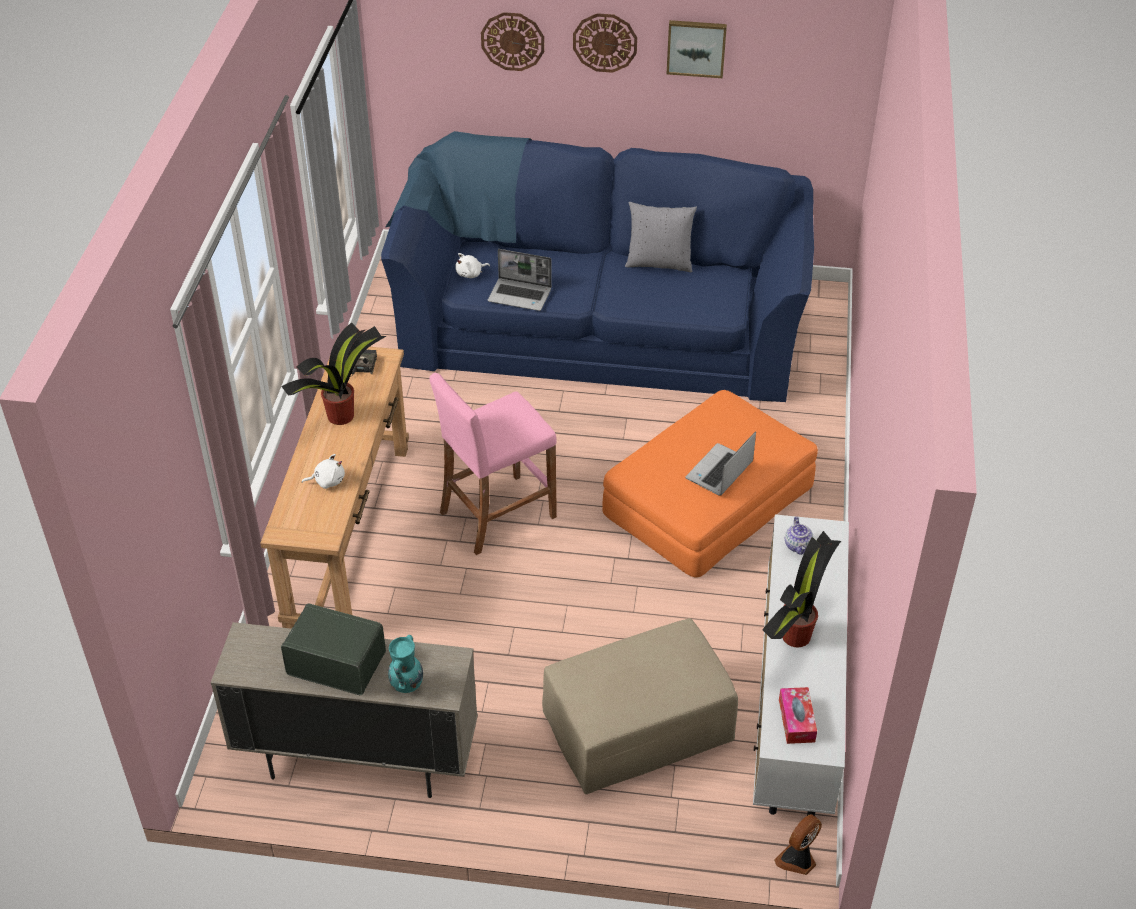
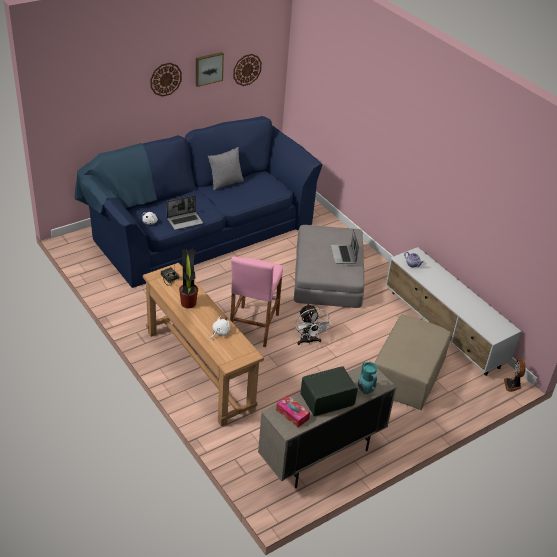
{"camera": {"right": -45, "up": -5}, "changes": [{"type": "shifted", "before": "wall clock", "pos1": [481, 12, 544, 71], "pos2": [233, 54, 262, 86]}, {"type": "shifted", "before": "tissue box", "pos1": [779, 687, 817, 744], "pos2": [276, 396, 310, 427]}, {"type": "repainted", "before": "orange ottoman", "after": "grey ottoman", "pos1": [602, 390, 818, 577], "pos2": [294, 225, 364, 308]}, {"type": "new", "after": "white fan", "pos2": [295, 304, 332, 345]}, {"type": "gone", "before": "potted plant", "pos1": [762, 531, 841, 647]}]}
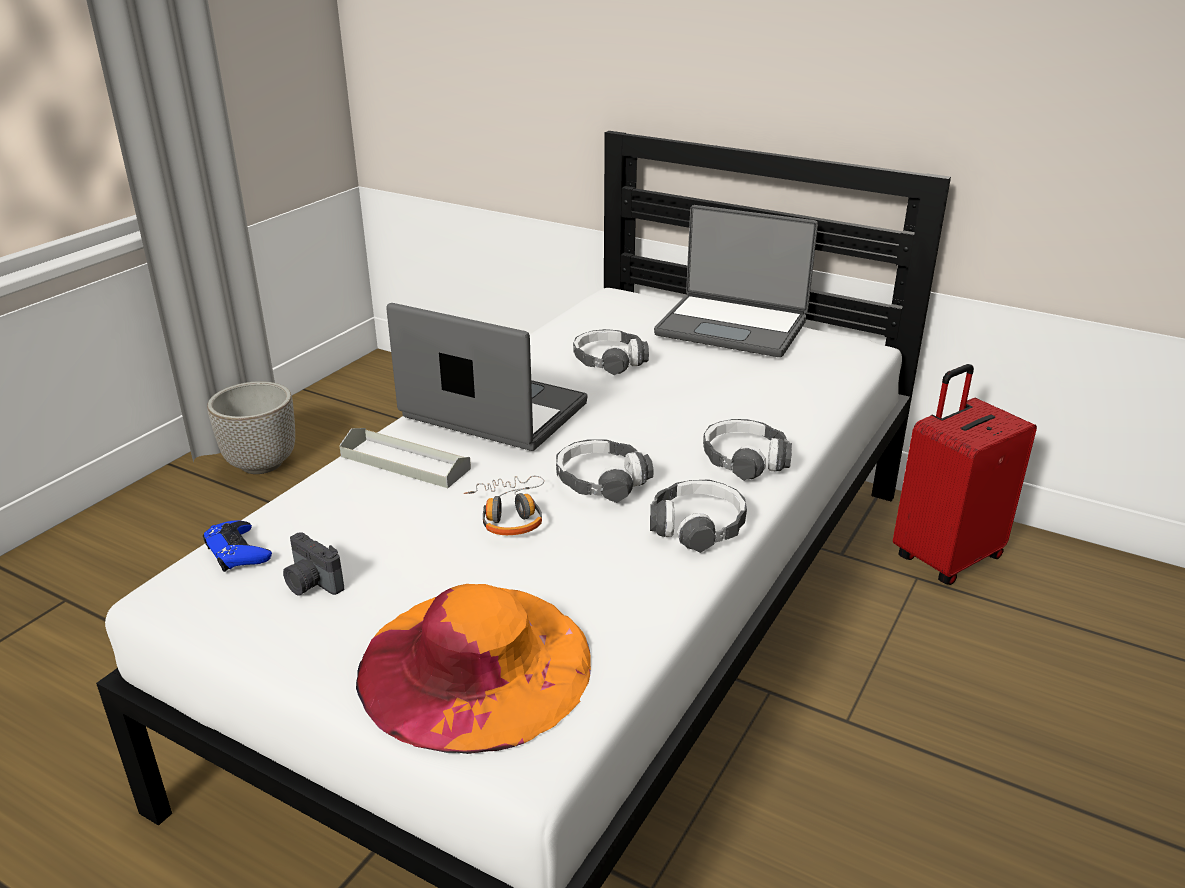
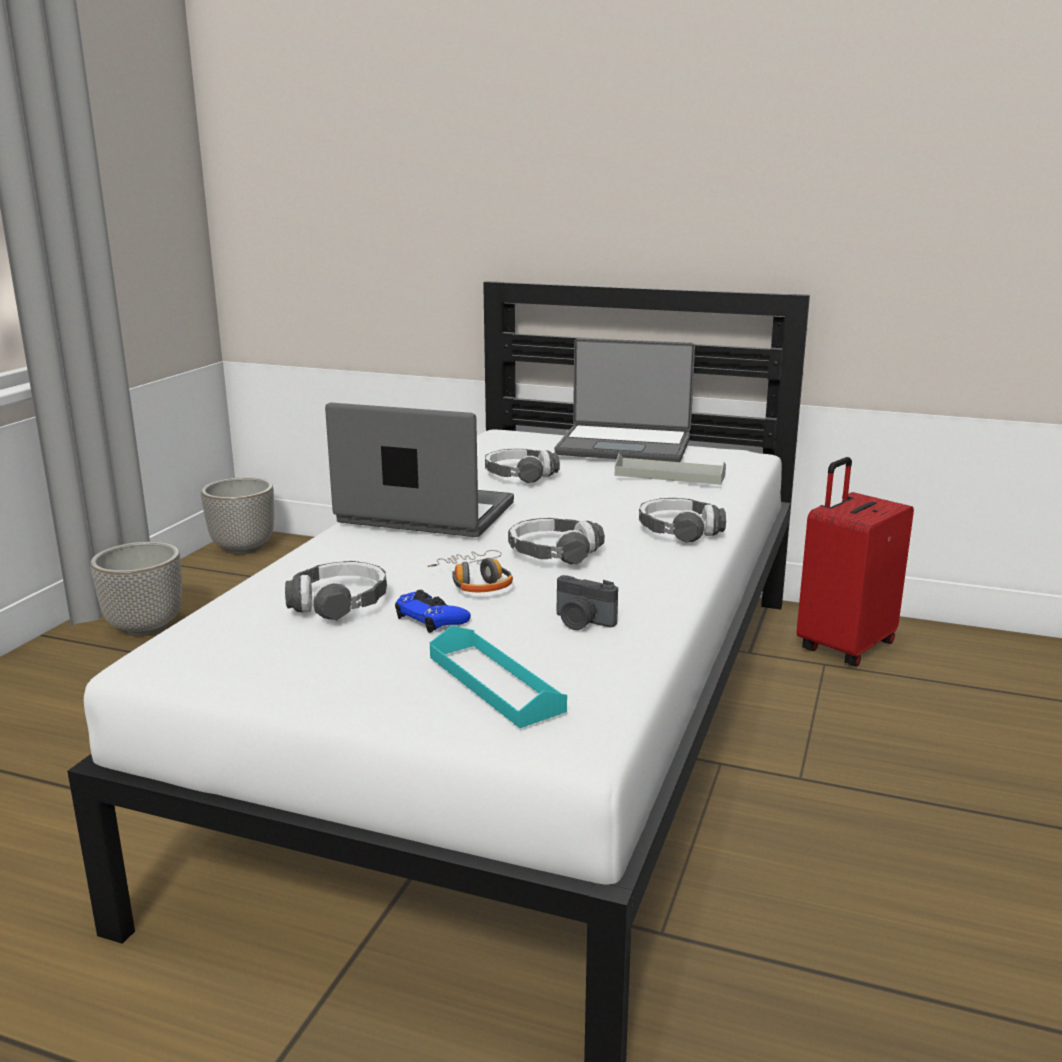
{"camera": {"right": -10, "up": -10}, "changes": [{"type": "new", "after": "planter", "pos2": [201, 477, 274, 555]}, {"type": "shifted", "before": "headphones", "pos1": [650, 479, 747, 553], "pos2": [285, 561, 387, 621]}, {"type": "shifted", "before": "blue game controller", "pos1": [203, 521, 272, 572], "pos2": [395, 589, 471, 633]}, {"type": "swapped", "before": "orange hat", "after": "turquoise tray", "pos1": [356, 584, 591, 754], "pos2": [430, 626, 567, 728]}, {"type": "shifted", "before": "photo camera", "pos1": [283, 532, 344, 595], "pos2": [557, 575, 618, 630]}, {"type": "shifted", "before": "grey tray", "pos1": [339, 428, 471, 488], "pos2": [615, 453, 726, 485]}]}
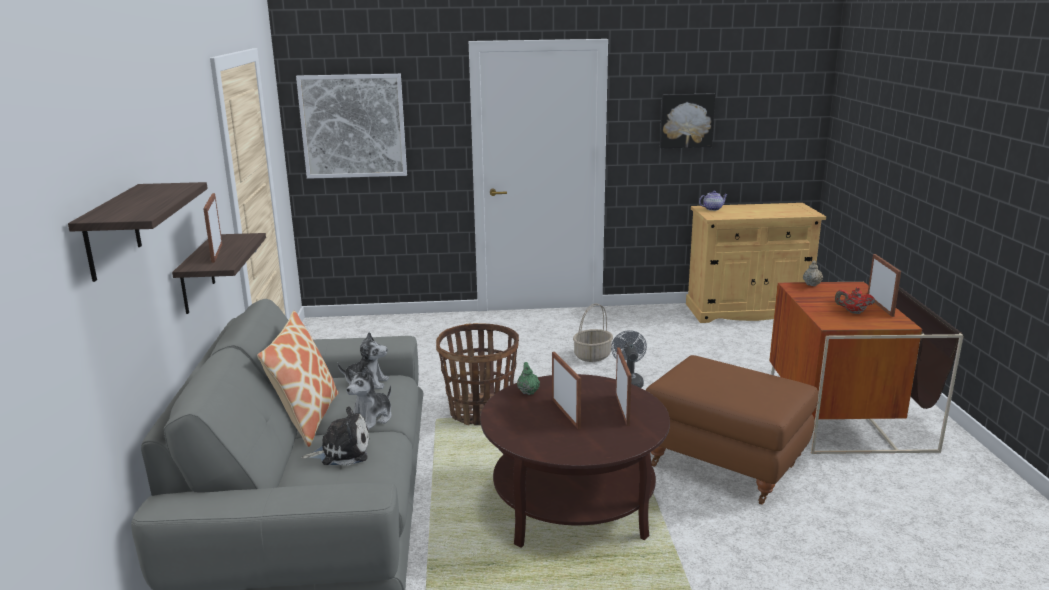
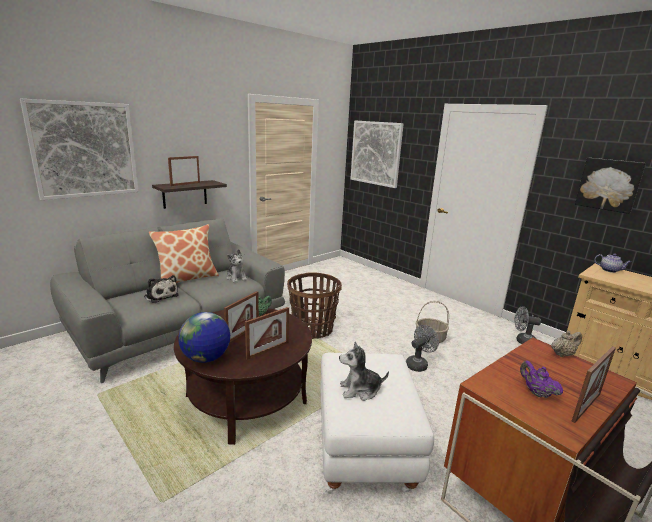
{"camera": {"right": 50, "up": 0}, "changes": [{"type": "swapped", "before": "shelf", "after": "picture", "pos1": [68, 182, 208, 282], "pos2": [20, 99, 138, 200]}, {"type": "new", "after": "globe", "pos2": [178, 312, 230, 363]}, {"type": "repainted", "before": "brown ottoman", "after": "white ottoman", "pos1": [646, 355, 818, 505], "pos2": [320, 353, 434, 494]}, {"type": "shifted", "before": "plush toy", "pos1": [346, 367, 392, 430], "pos2": [339, 342, 389, 401]}, {"type": "new", "after": "grey fan", "pos2": [514, 306, 541, 344]}, {"type": "repainted", "before": "red teapot", "after": "purple teapot", "pos1": [835, 287, 875, 314], "pos2": [520, 360, 563, 398]}]}
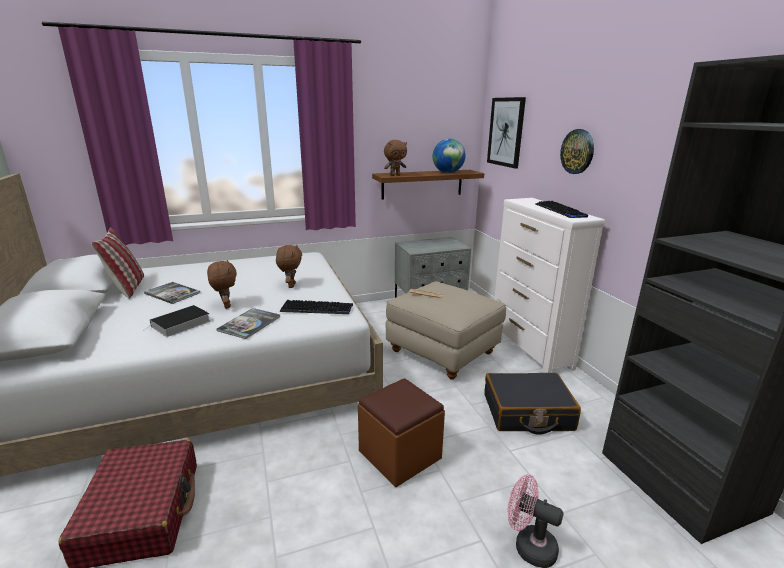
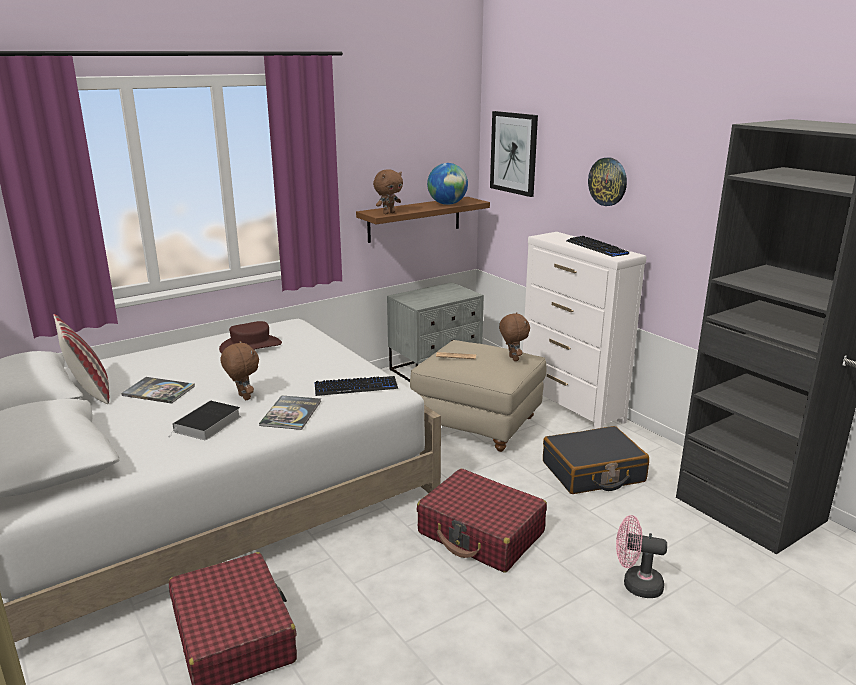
{"camera": {"right": -15, "up": 0}, "changes": [{"type": "new", "after": "brown hat", "pos2": [219, 321, 282, 353]}, {"type": "swapped", "before": "brown ottoman", "after": "red suitcase", "pos1": [358, 378, 445, 487], "pos2": [417, 469, 547, 573]}, {"type": "shifted", "before": "brown plush toy", "pos1": [276, 245, 302, 288], "pos2": [499, 312, 530, 361]}]}
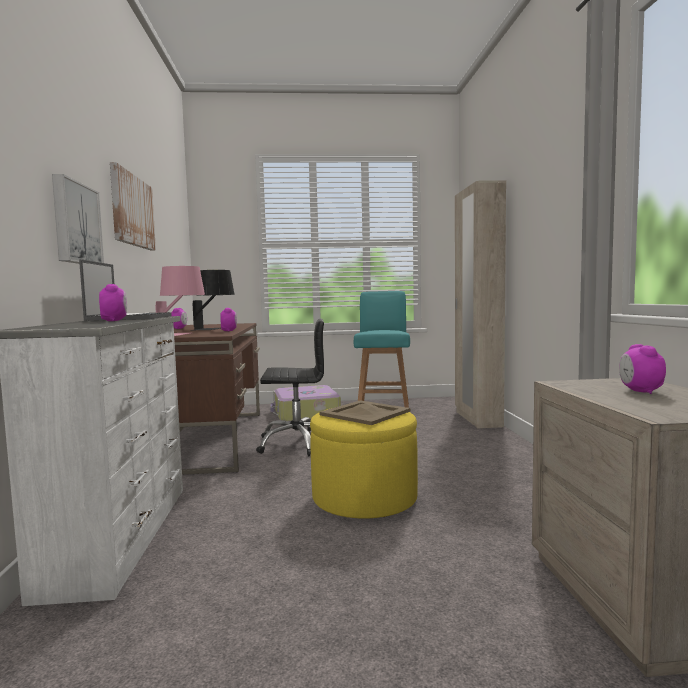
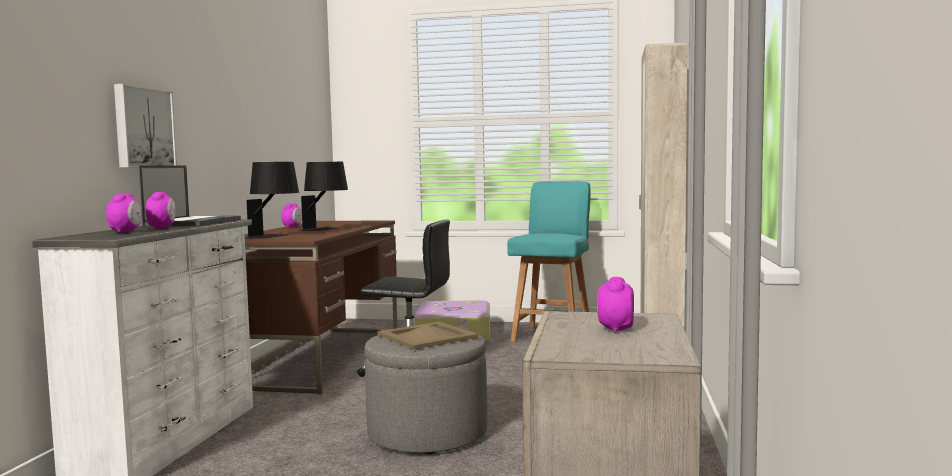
{"camera": {"right": 15, "up": 0}, "changes": [{"type": "shifted", "before": "alarm clock", "pos1": [220, 308, 237, 331], "pos2": [106, 193, 141, 233]}, {"type": "repainted", "before": "pink table lamp", "after": "black table lamp", "pos1": [155, 266, 205, 336], "pos2": [245, 162, 299, 239]}, {"type": "repainted", "before": "yellow ottoman", "after": "grey ottoman", "pos1": [310, 408, 418, 519], "pos2": [364, 334, 487, 454]}, {"type": "gone", "before": "picture", "pos1": [110, 162, 156, 250]}]}
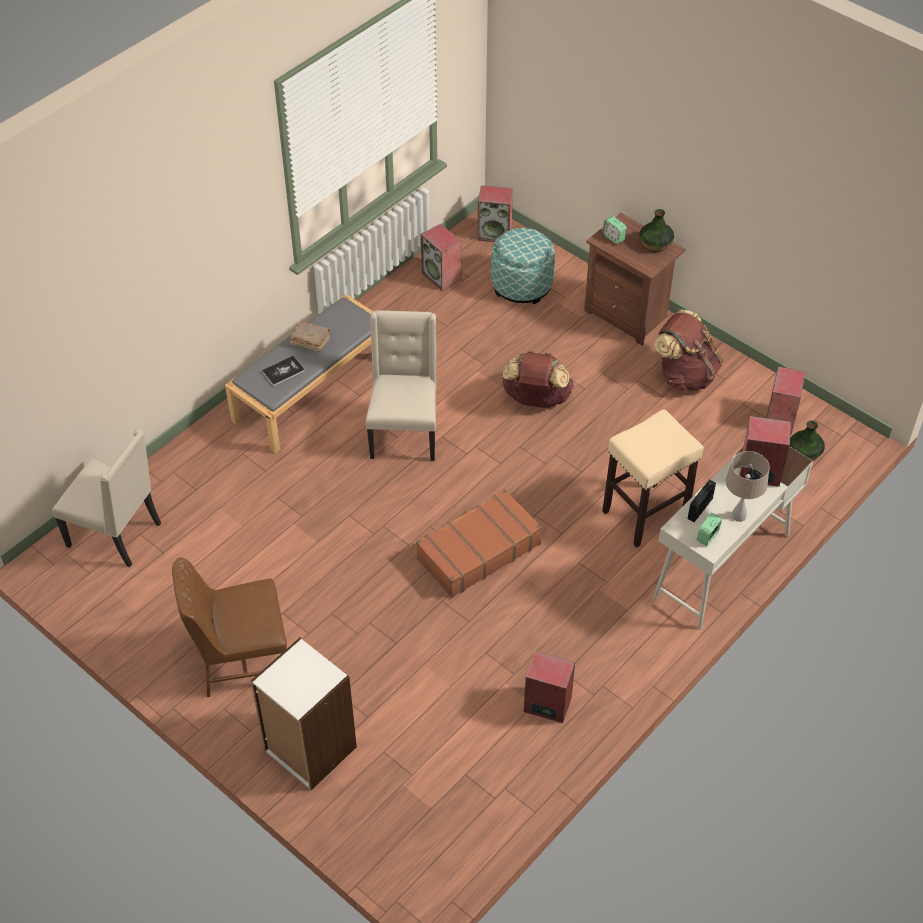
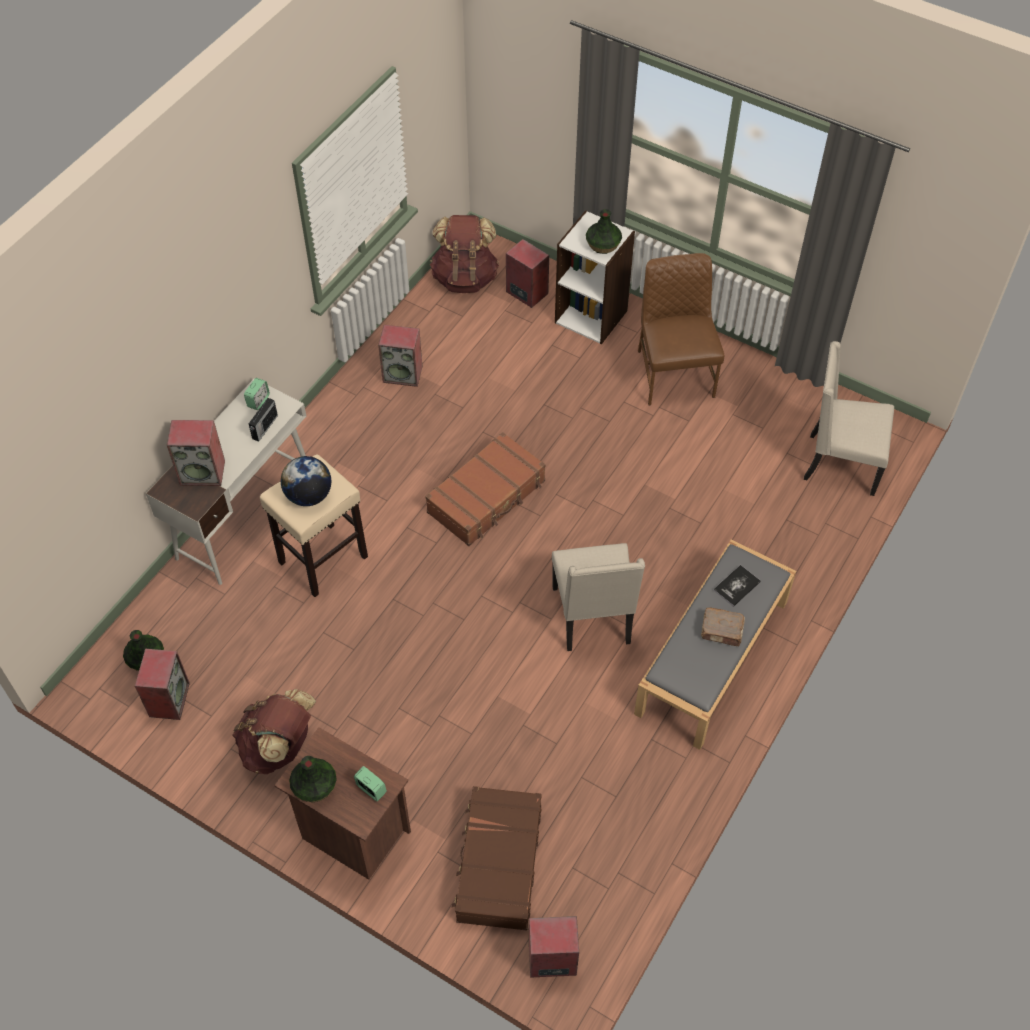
{"camera": {"right": 170, "up": 5}, "changes": [{"type": "new", "after": "globe", "pos2": [281, 456, 331, 506]}, {"type": "shifted", "before": "brown backpack", "pos1": [502, 351, 574, 408], "pos2": [430, 215, 499, 293]}, {"type": "swapped", "before": "ottoman", "after": "brown suitcase", "pos1": [491, 228, 555, 304], "pos2": [452, 786, 542, 931]}, {"type": "shifted", "before": "speaker", "pos1": [421, 224, 461, 291], "pos2": [506, 239, 549, 308]}, {"type": "new", "after": "vase", "pos2": [586, 209, 622, 254]}, {"type": "rotated", "before": "brown chair", "pos1": [172, 557, 287, 697], "pos2": [638, 253, 724, 405], "turn": -75}, {"type": "gone", "before": "beige table lamp", "pos1": [725, 451, 770, 522]}]}
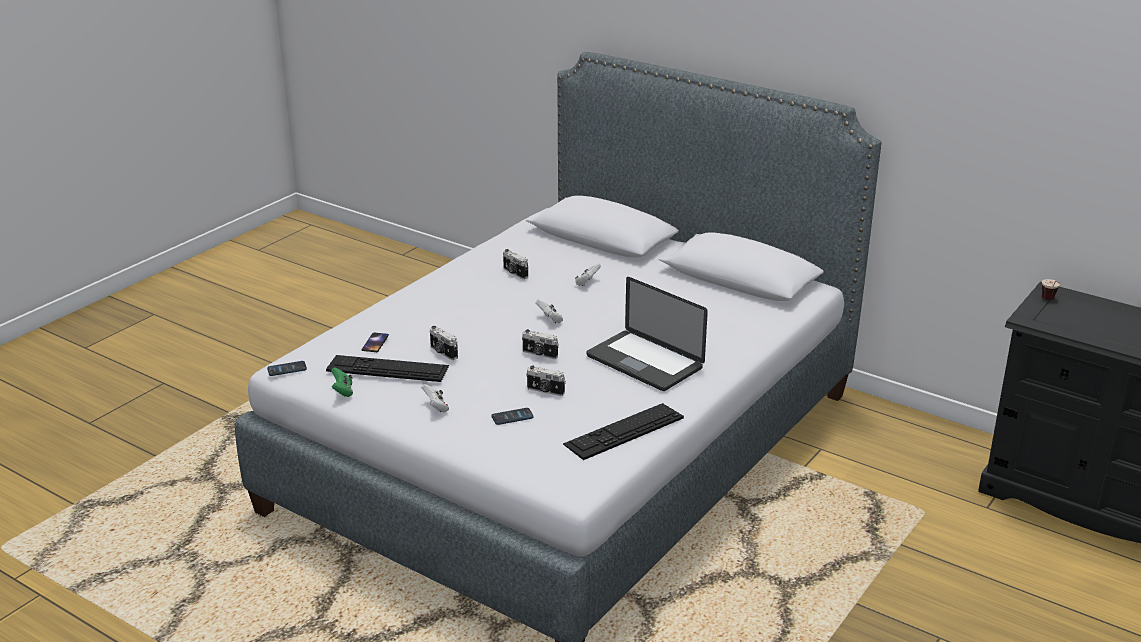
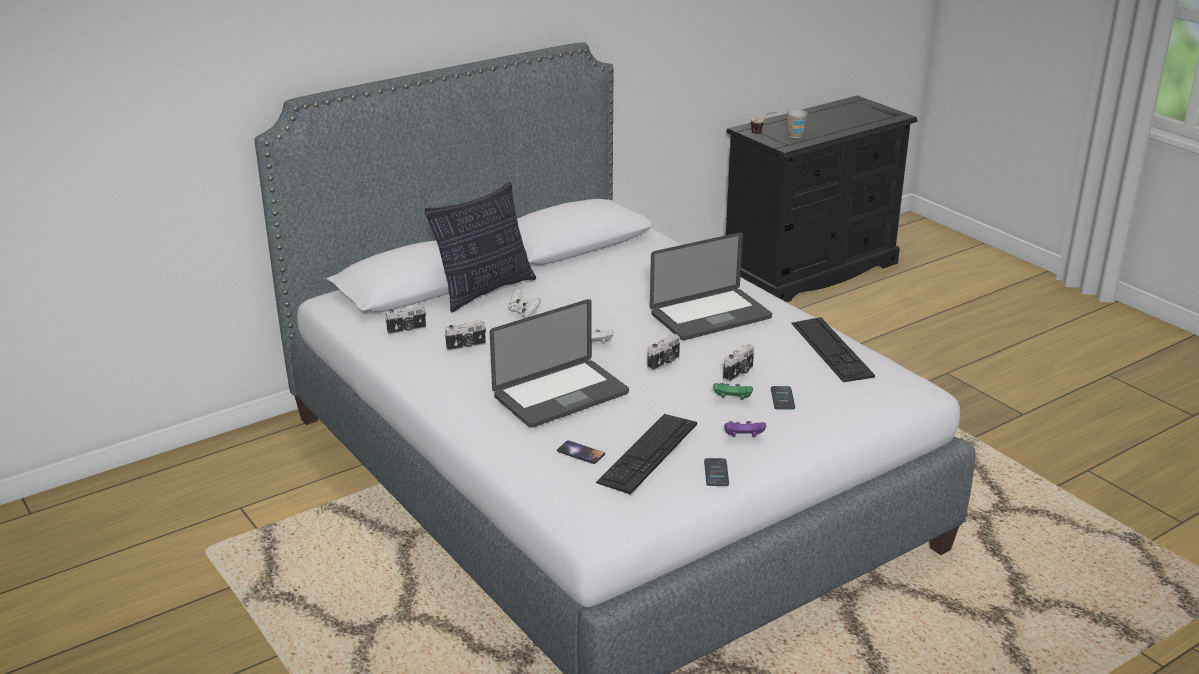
{"camera": {"right": -70, "up": 0}, "changes": [{"type": "shifted", "before": "photo camera", "pos1": [430, 326, 458, 360], "pos2": [385, 304, 426, 335]}, {"type": "new", "after": "pillow", "pos2": [425, 182, 536, 313]}, {"type": "new", "after": "laptop", "pos2": [490, 299, 629, 428]}, {"type": "shifted", "before": "phone", "pos1": [267, 361, 307, 376], "pos2": [704, 458, 729, 486]}, {"type": "shifted", "before": "green game controller", "pos1": [331, 367, 353, 397], "pos2": [713, 383, 753, 400]}, {"type": "repainted", "before": "white game controller", "after": "purple game controller", "pos1": [421, 384, 449, 413], "pos2": [724, 421, 766, 437]}, {"type": "new", "after": "cup", "pos2": [787, 109, 808, 138]}]}
